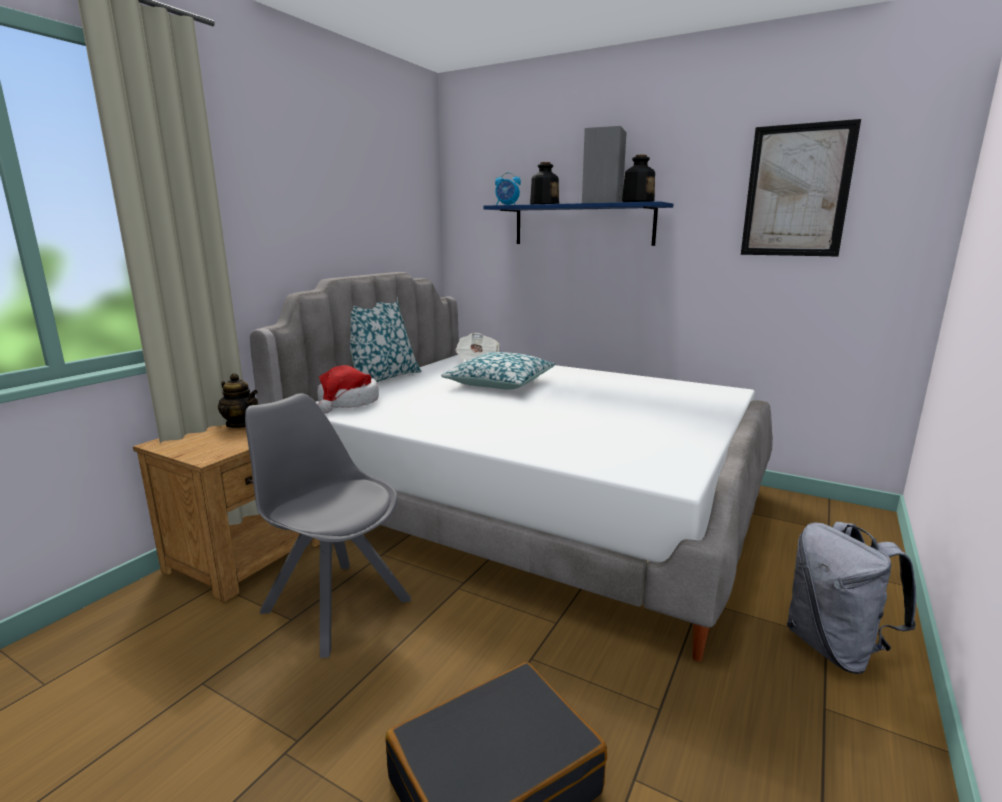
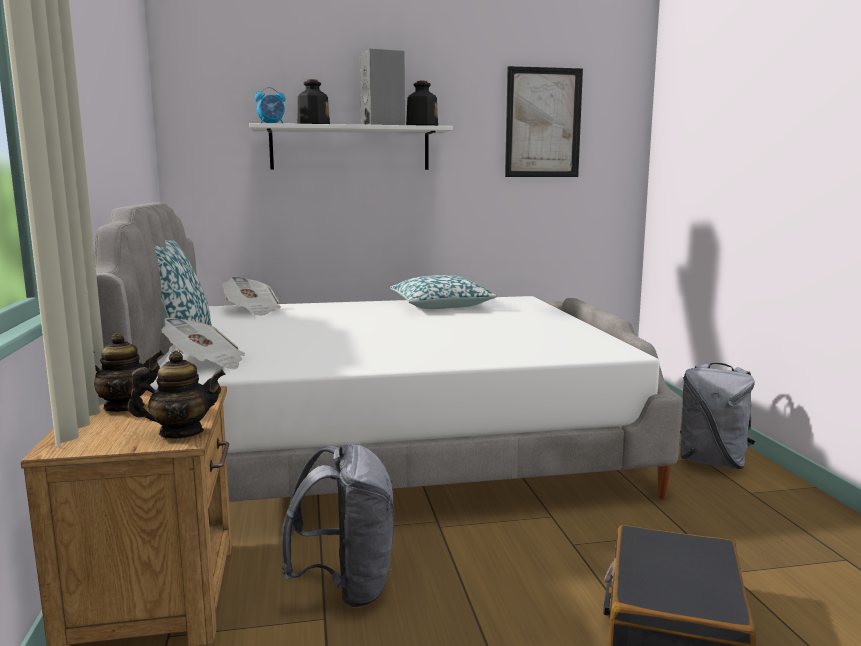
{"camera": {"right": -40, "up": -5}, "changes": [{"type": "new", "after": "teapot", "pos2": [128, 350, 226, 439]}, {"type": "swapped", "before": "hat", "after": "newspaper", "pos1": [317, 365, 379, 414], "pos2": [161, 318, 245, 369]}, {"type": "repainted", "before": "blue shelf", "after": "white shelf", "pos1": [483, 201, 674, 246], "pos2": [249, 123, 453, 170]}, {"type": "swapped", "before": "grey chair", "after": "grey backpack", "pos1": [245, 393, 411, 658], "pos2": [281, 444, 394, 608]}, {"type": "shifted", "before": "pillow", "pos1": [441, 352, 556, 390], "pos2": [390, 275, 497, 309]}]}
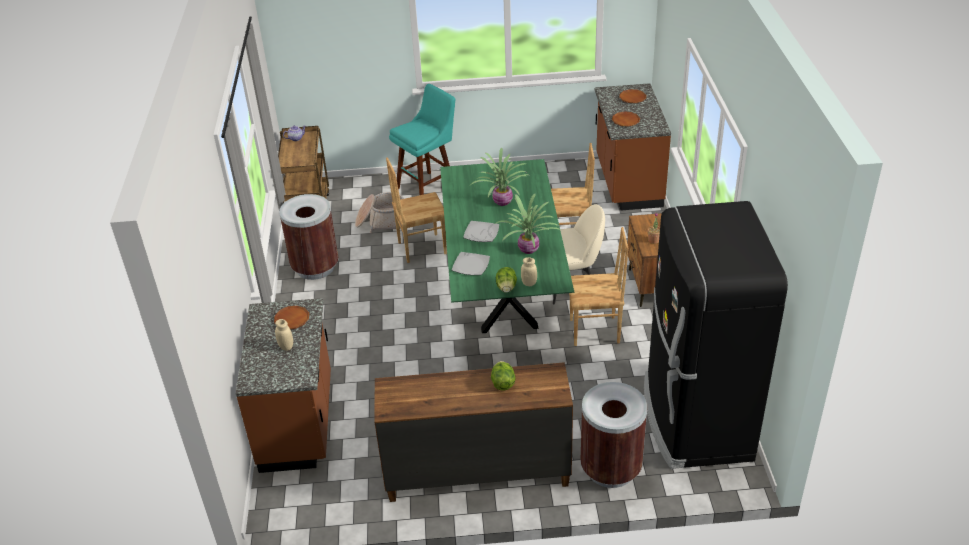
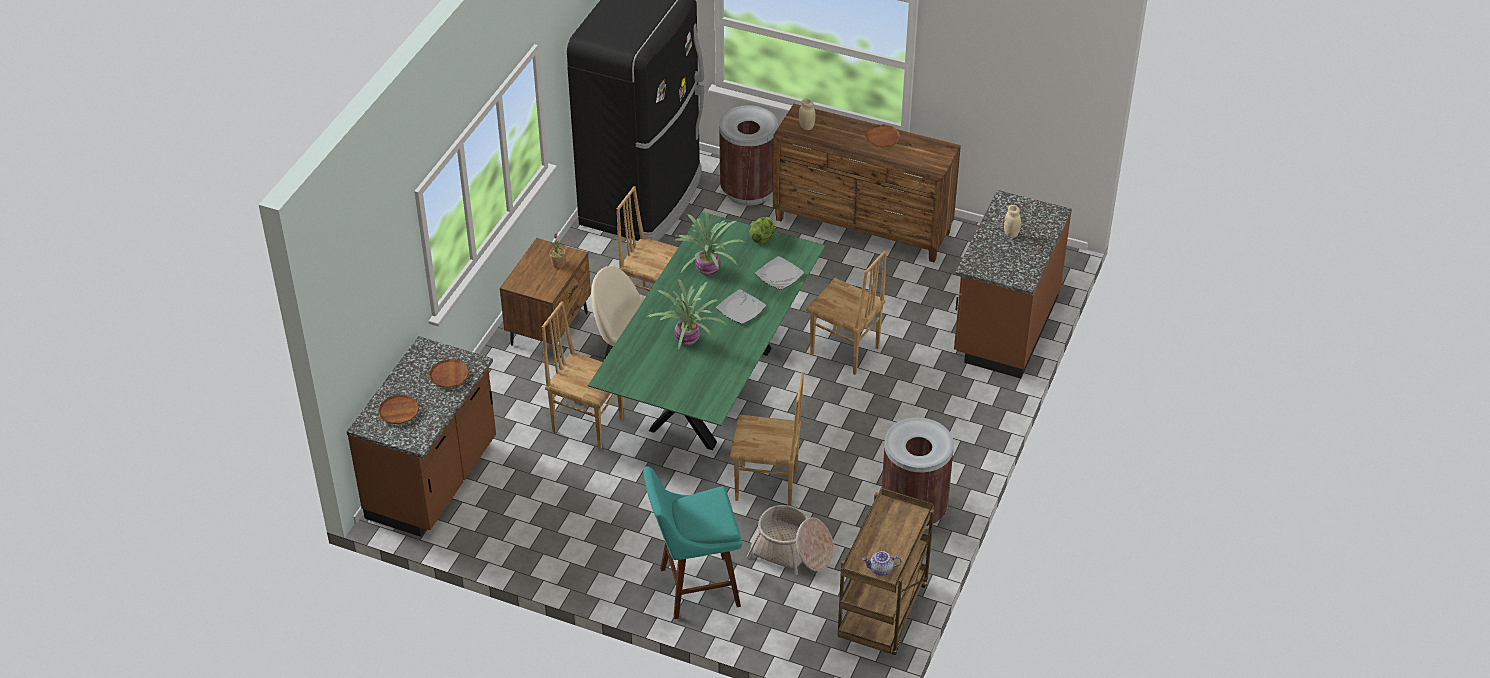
{"camera": {"right": -155, "up": 5}, "changes": [{"type": "shifted", "before": "beige jar", "pos1": [521, 257, 537, 286], "pos2": [799, 99, 815, 130]}, {"type": "new", "after": "brown chair", "pos2": [806, 250, 887, 375]}, {"type": "shifted", "before": "brown plate", "pos1": [274, 306, 309, 329], "pos2": [865, 124, 901, 147]}, {"type": "gone", "before": "lettuce", "pos1": [491, 361, 516, 390]}]}
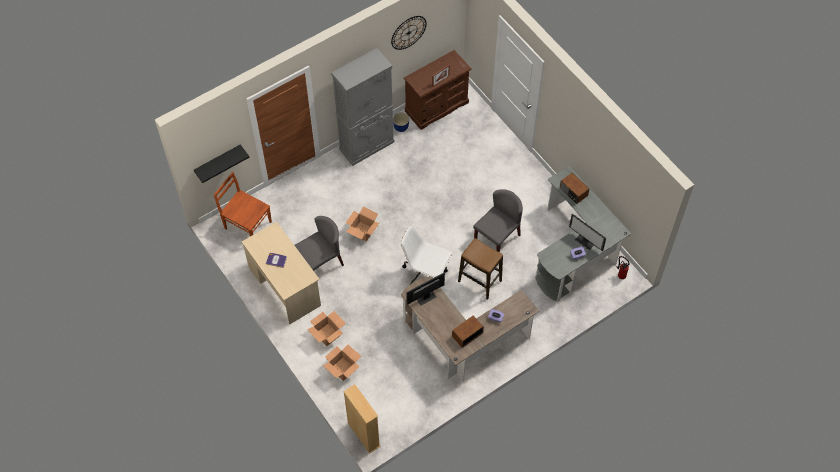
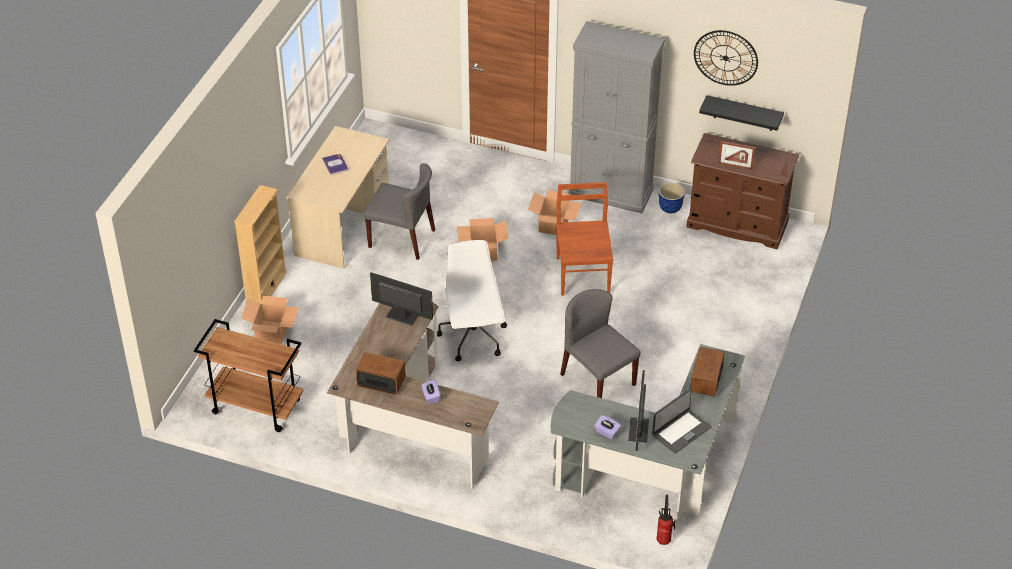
{"camera": {"right": 55, "up": -15}, "changes": [{"type": "new", "after": "brown cart", "pos2": [194, 319, 303, 432]}, {"type": "shifted", "before": "beige bookcase", "pos1": [343, 384, 380, 454], "pos2": [234, 185, 287, 304]}, {"type": "shifted", "before": "cardboard box", "pos1": [307, 311, 346, 346], "pos2": [528, 190, 581, 235]}, {"type": "shifted", "before": "brown chair", "pos1": [214, 172, 272, 236], "pos2": [556, 182, 614, 296]}, {"type": "rotated", "before": "grey chair", "pos1": [473, 189, 523, 253], "pos2": [560, 289, 641, 398], "turn": -135}, {"type": "new", "after": "laptop", "pos2": [652, 388, 712, 454]}, {"type": "shifted", "before": "black shelf", "pos1": [194, 144, 249, 183], "pos2": [699, 95, 784, 131]}, {"type": "gone", "before": "stool", "pos1": [458, 238, 503, 300]}]}
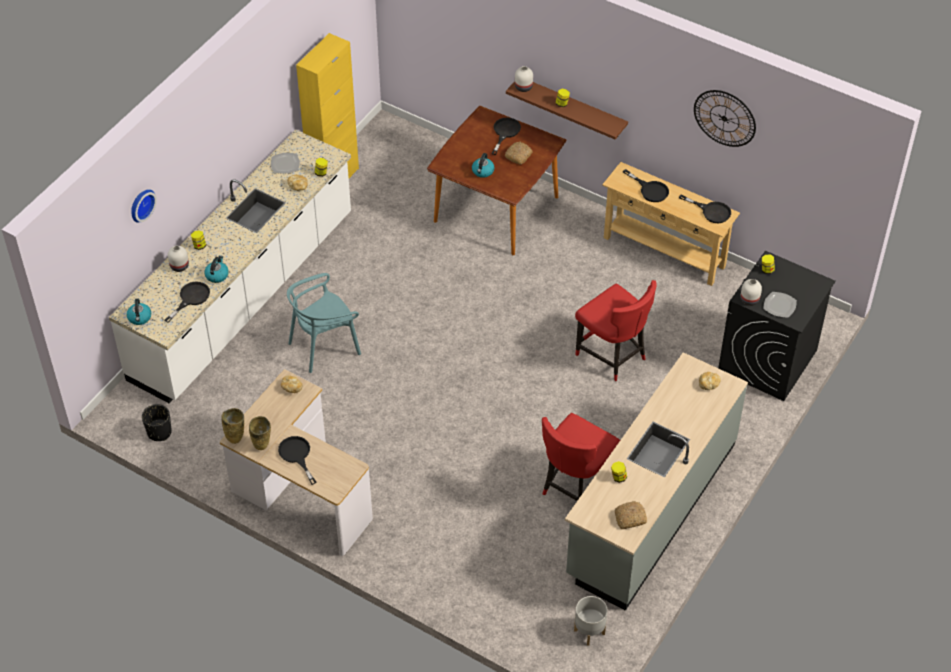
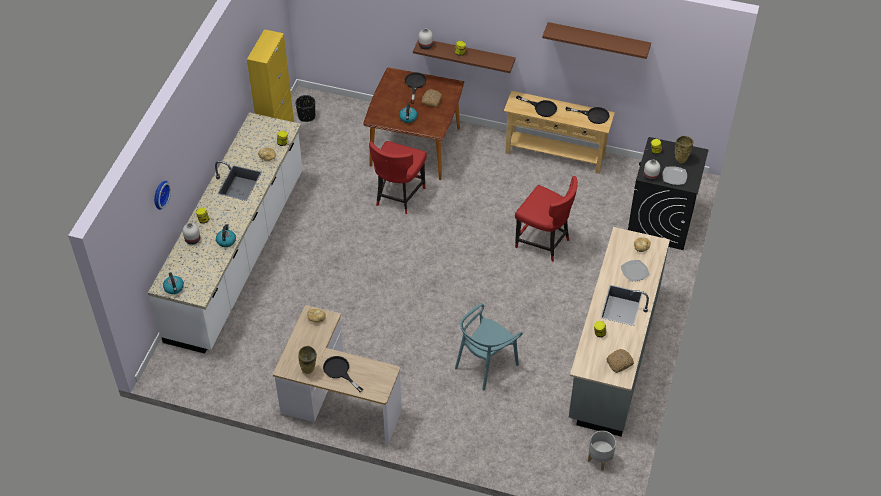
{"camera": {"right": -15, "up": 0}, "changes": [{"type": "shifted", "before": "black planter", "pos1": [142, 404, 172, 441], "pos2": [295, 95, 315, 122]}, {"type": "shifted", "before": "red chair", "pos1": [542, 413, 620, 501], "pos2": [369, 141, 427, 214]}, {"type": "shifted", "before": "turquoise chair", "pos1": [287, 273, 361, 373], "pos2": [455, 303, 523, 390]}, {"type": "swapped", "before": "wall clock", "after": "brown shelf", "pos1": [694, 90, 756, 147], "pos2": [542, 22, 651, 59]}, {"type": "shifted", "before": "plate", "pos1": [271, 153, 300, 174], "pos2": [621, 260, 650, 281]}, {"type": "shifted", "before": "beige vase", "pos1": [221, 408, 244, 444], "pos2": [675, 136, 694, 164]}, {"type": "gone", "before": "black frying pan", "pos1": [165, 282, 210, 323]}]}
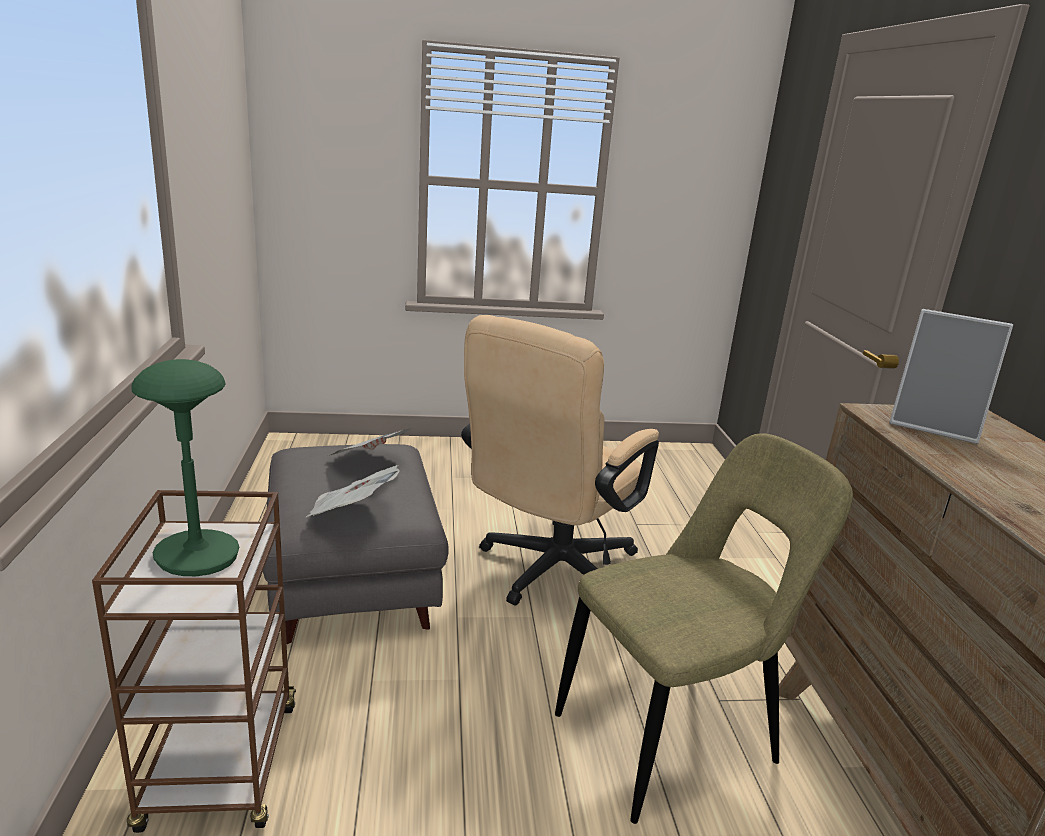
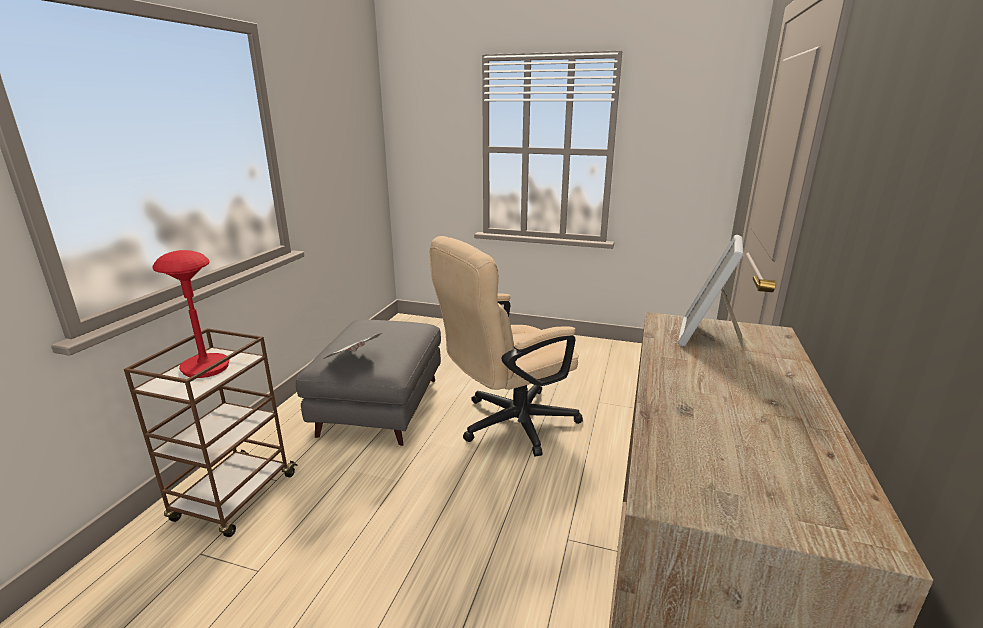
{"camera": {"right": 25, "up": 0}, "changes": [{"type": "repainted", "before": "green table lamp", "after": "red table lamp", "pos1": [131, 359, 239, 576], "pos2": [152, 250, 230, 378]}, {"type": "rotated", "before": "picture frame", "pos1": [889, 309, 1013, 444], "pos2": [678, 235, 744, 348], "turn": 60}, {"type": "gone", "before": "newspaper", "pos1": [329, 429, 410, 456]}, {"type": "gone", "before": "beige chair", "pos1": [555, 433, 853, 824]}]}
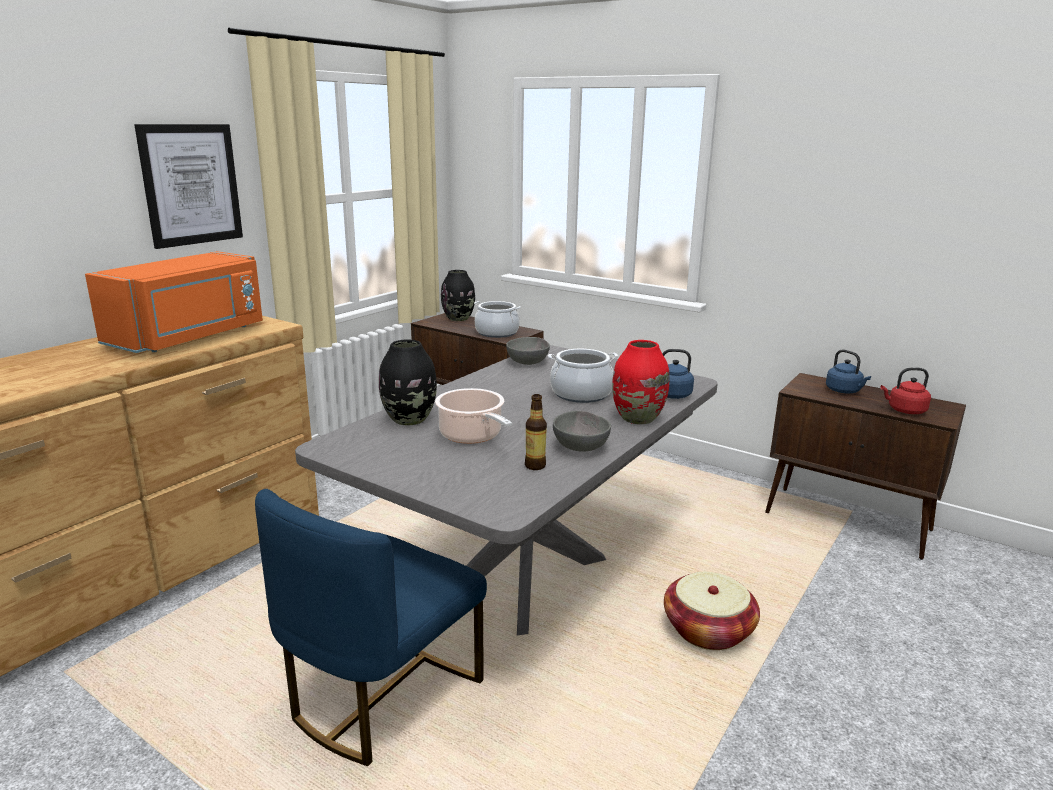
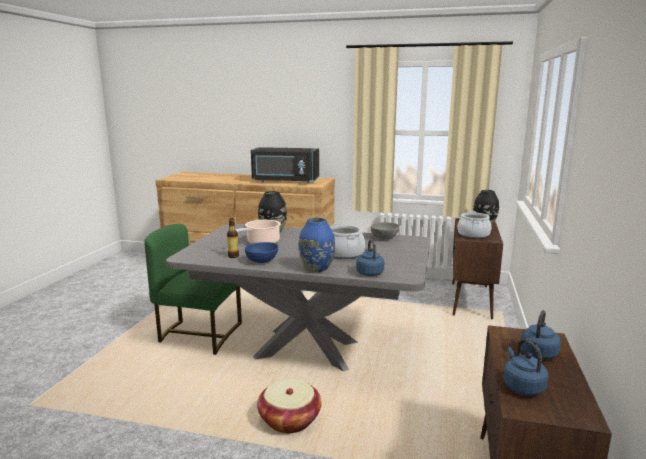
{"camera": {"right": 70, "up": -5}, "changes": [{"type": "repainted", "before": "blue chair", "after": "green chair", "pos1": [255, 489, 487, 766], "pos2": [144, 224, 242, 355]}, {"type": "repainted", "before": "grey bowl", "after": "blue bowl", "pos1": [553, 411, 611, 452], "pos2": [245, 242, 278, 263]}, {"type": "repainted", "before": "orange microwave", "after": "black microwave", "pos1": [85, 251, 263, 353], "pos2": [251, 147, 319, 183]}, {"type": "repainted", "before": "red vase", "after": "blue vase", "pos1": [612, 340, 670, 425], "pos2": [299, 218, 335, 272]}, {"type": "repainted", "before": "red kettle", "after": "blue kettle", "pos1": [881, 368, 931, 414], "pos2": [503, 339, 549, 396]}, {"type": "gone", "before": "picture", "pos1": [134, 124, 243, 249]}]}
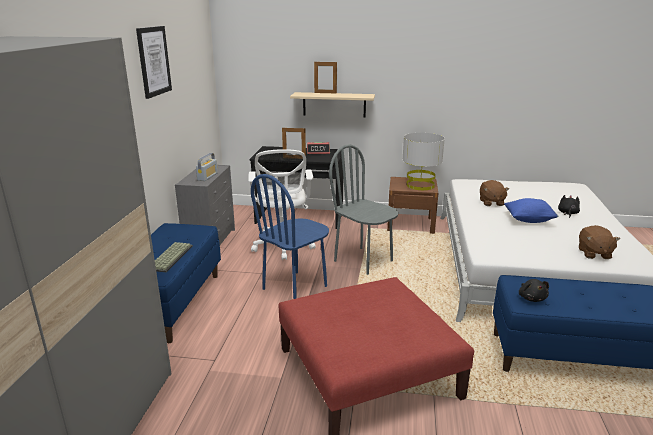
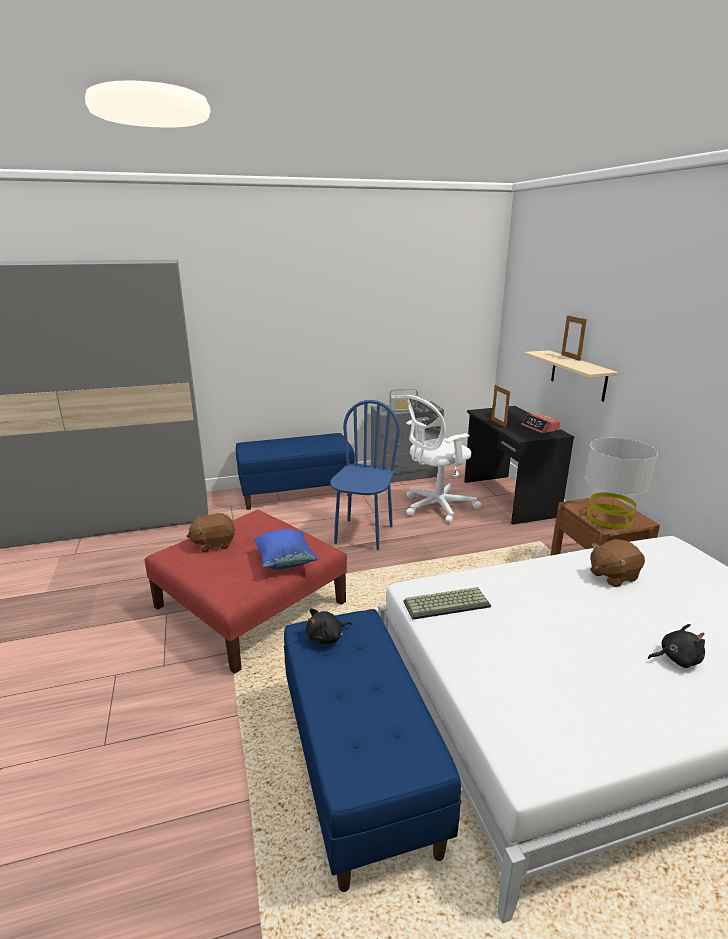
{"camera": {"right": 65, "up": 0}, "changes": [{"type": "shifted", "before": "brown plush toy", "pos1": [579, 225, 620, 259], "pos2": [186, 513, 236, 553]}, {"type": "shifted", "before": "blue pillow", "pos1": [504, 198, 558, 223], "pos2": [254, 529, 318, 570]}, {"type": "rotated", "before": "blue chair", "pos1": [251, 174, 329, 299], "pos2": [330, 400, 400, 550], "turn": 90}, {"type": "shifted", "before": "keyboard", "pos1": [155, 242, 193, 273], "pos2": [403, 587, 491, 620]}, {"type": "gone", "before": "picture", "pos1": [136, 26, 172, 99]}, {"type": "gone", "before": "grey chair", "pos1": [329, 144, 399, 275]}]}
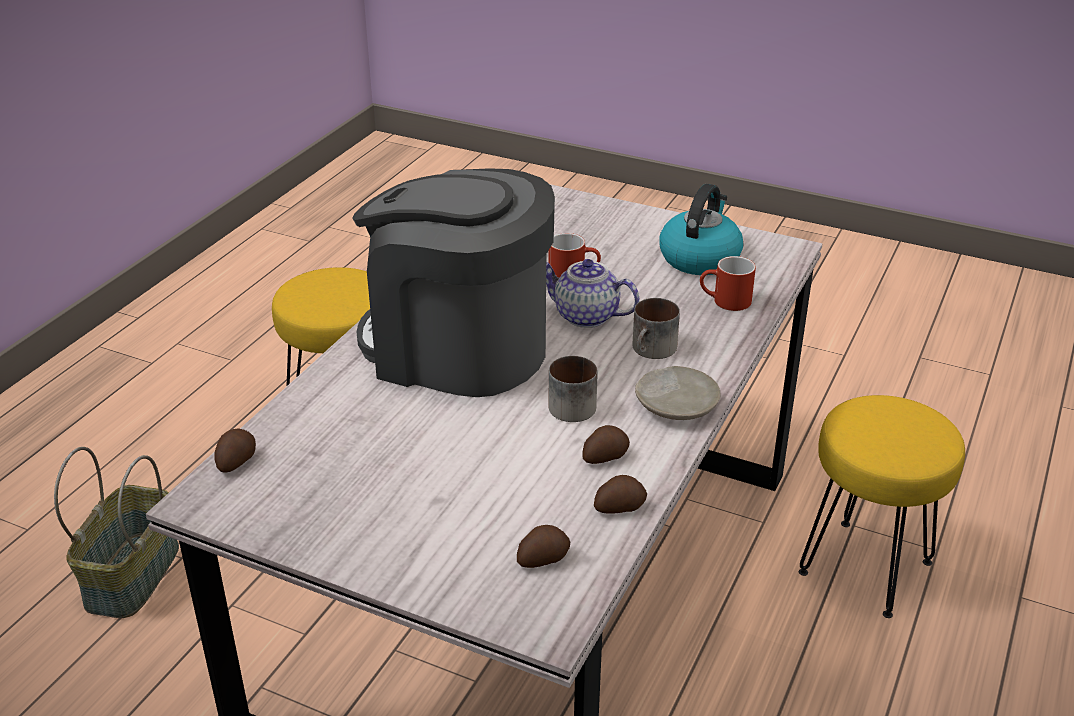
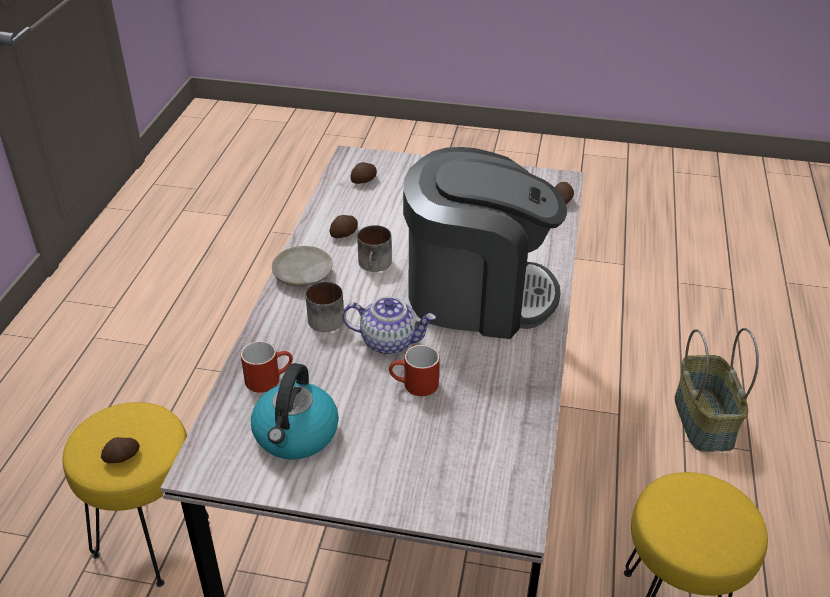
{"camera": {"right": 165, "up": 5}, "changes": [{"type": "shifted", "before": "potato", "pos1": [594, 475, 647, 514], "pos2": [101, 437, 140, 463]}]}
